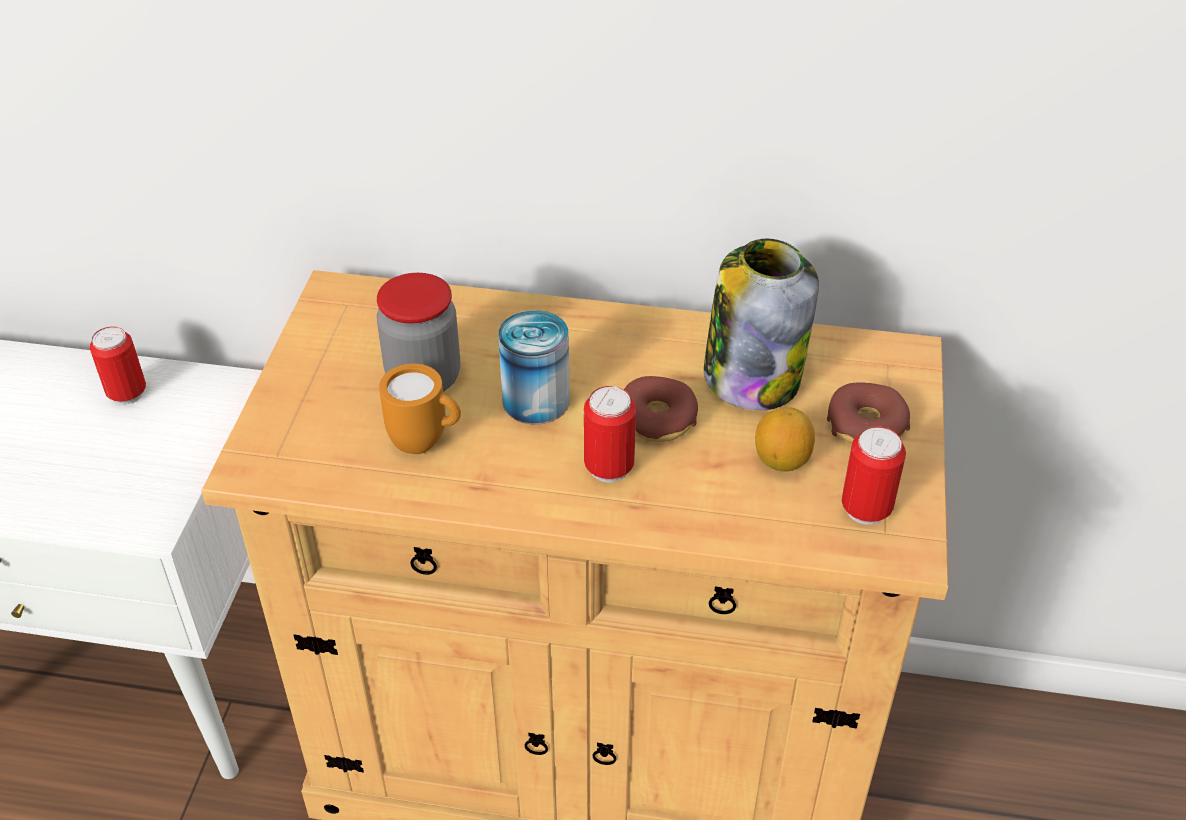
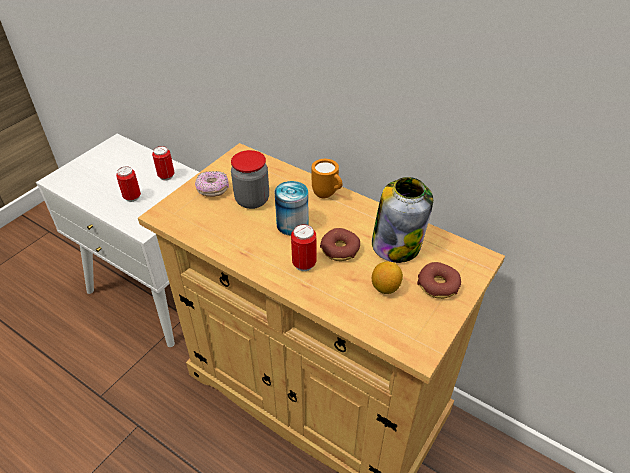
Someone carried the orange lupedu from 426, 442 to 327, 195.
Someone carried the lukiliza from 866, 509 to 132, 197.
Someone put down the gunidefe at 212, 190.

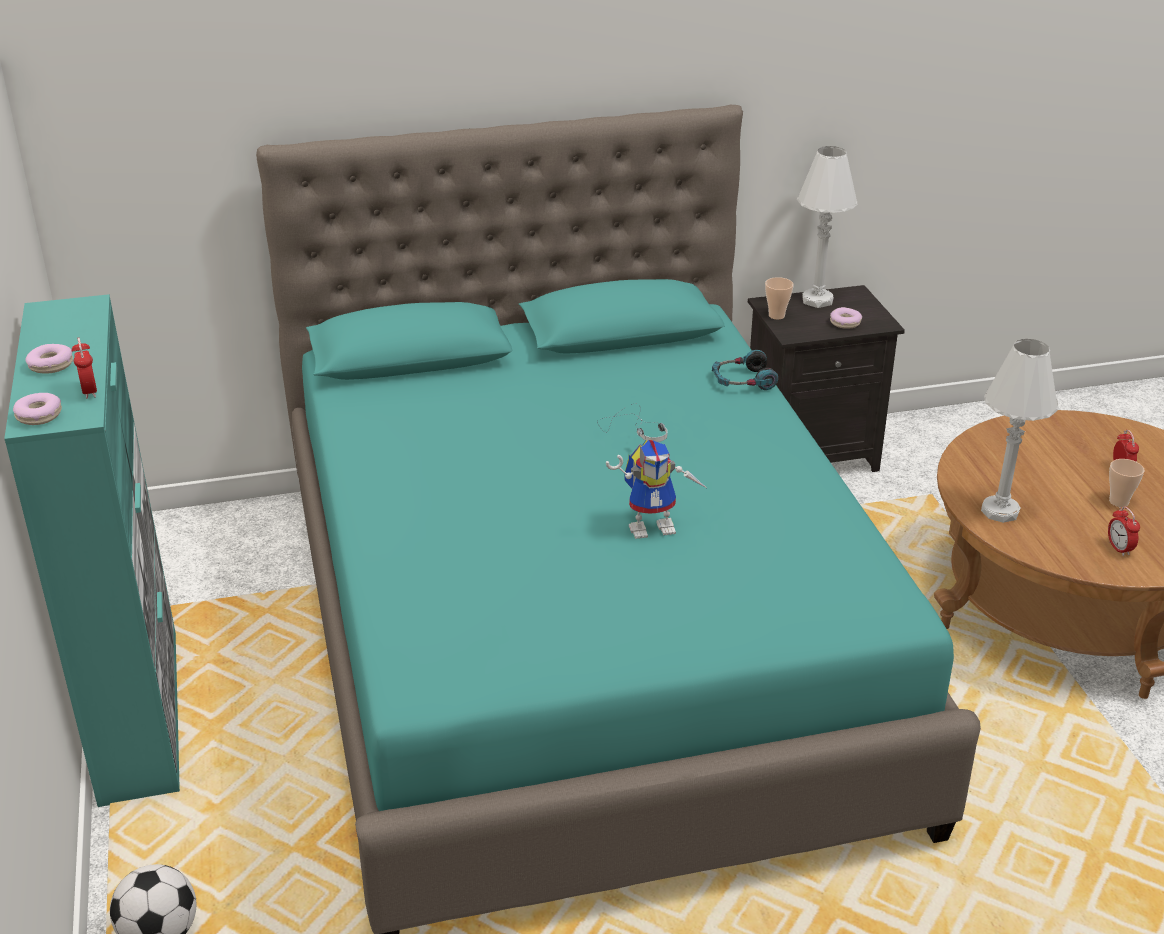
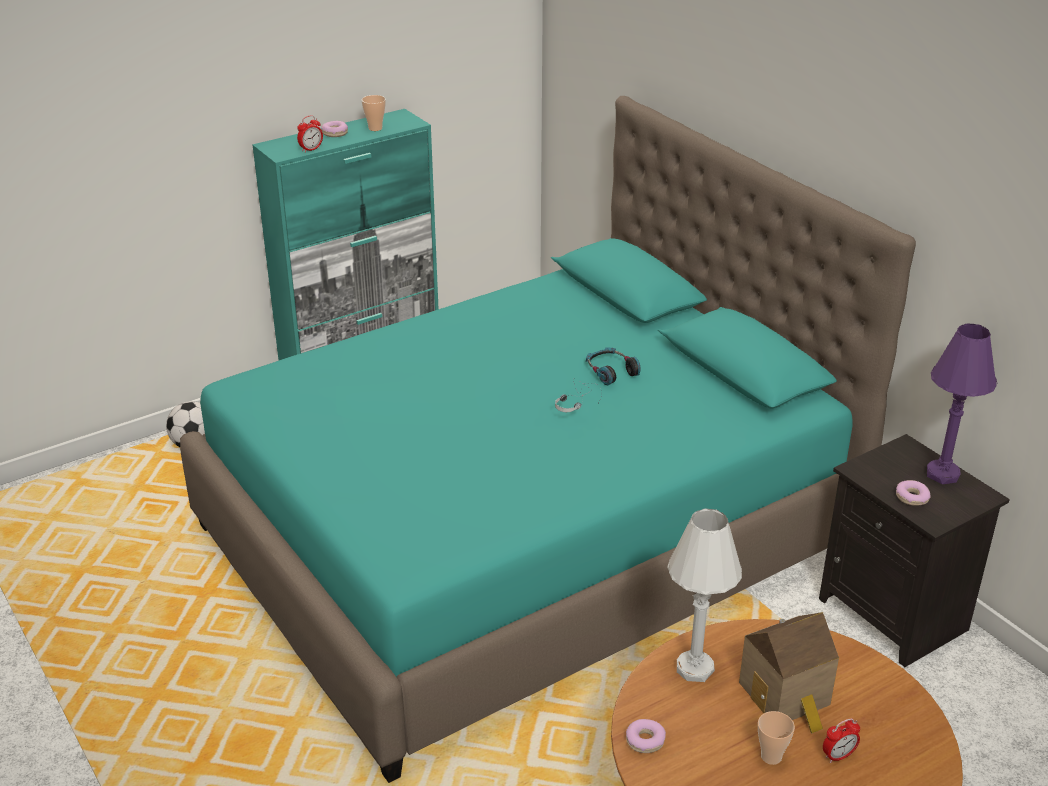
Someone carried the gunidefe from 39, 415 to 645, 740.
Someone took away the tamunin at 654, 525.
Someone carried the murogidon from 743, 381 to 611, 371.
Someone carried the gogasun from 776, 316 to 375, 128.
Someone repainted the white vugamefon at 817, 300, which became the purple vugamefon at 942, 474.
Someone took away the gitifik at 1119, 549.
Someone put down the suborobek at 787, 696.

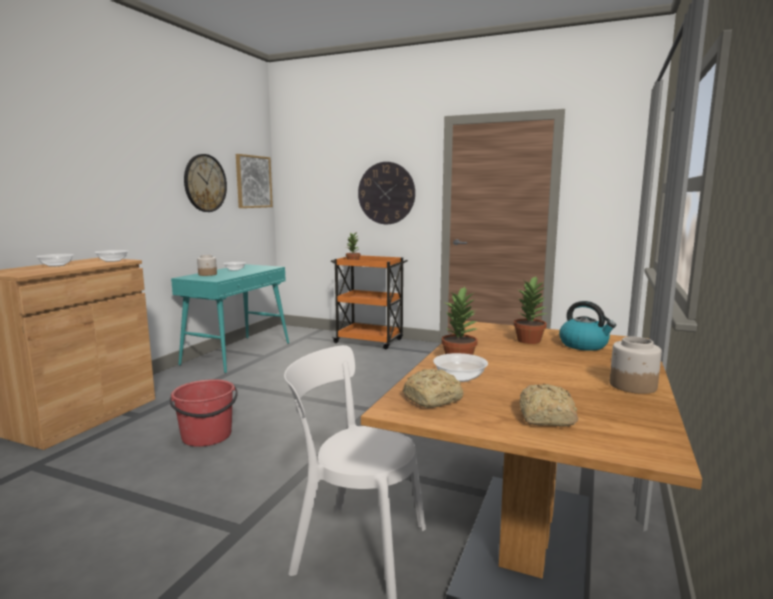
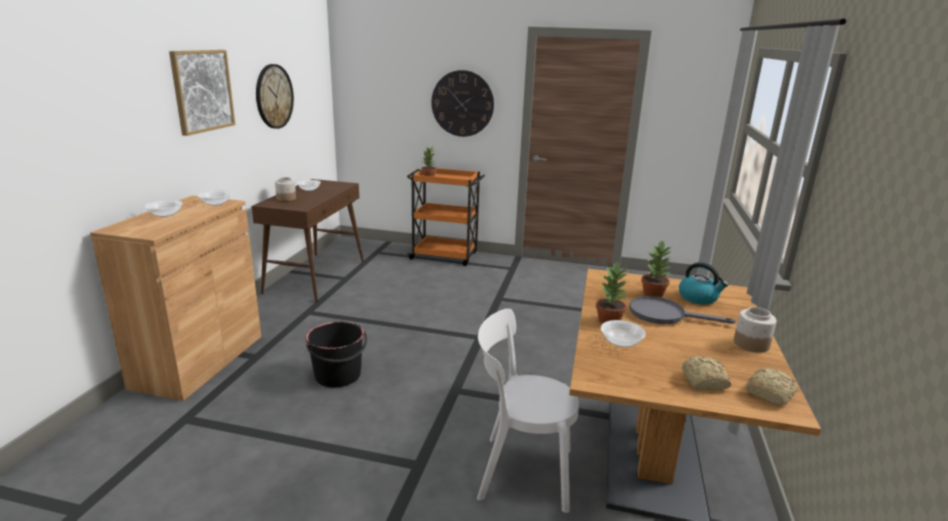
Someone repainted the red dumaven at 207, 436, which became the black dumaven at 338, 375.
Someone repainted the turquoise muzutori at 237, 353, which became the brown muzutori at 316, 276.
Someone carried the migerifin from 253, 181 to 202, 91.
Someone carried the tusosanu from 434, 399 to 771, 393.
Someone put down the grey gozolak at 665, 315.

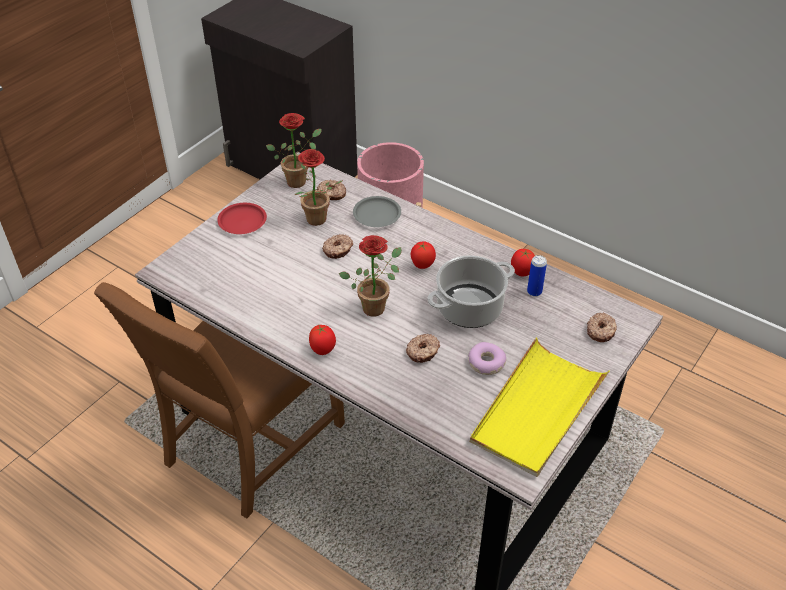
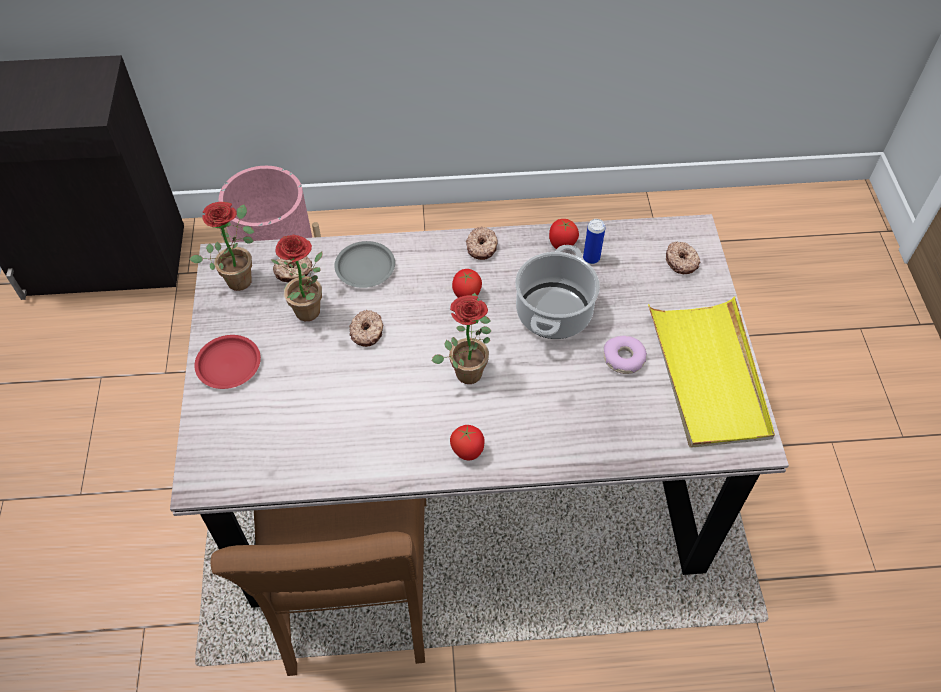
Someone carried the gunidefe from 423, 352 to 482, 247.

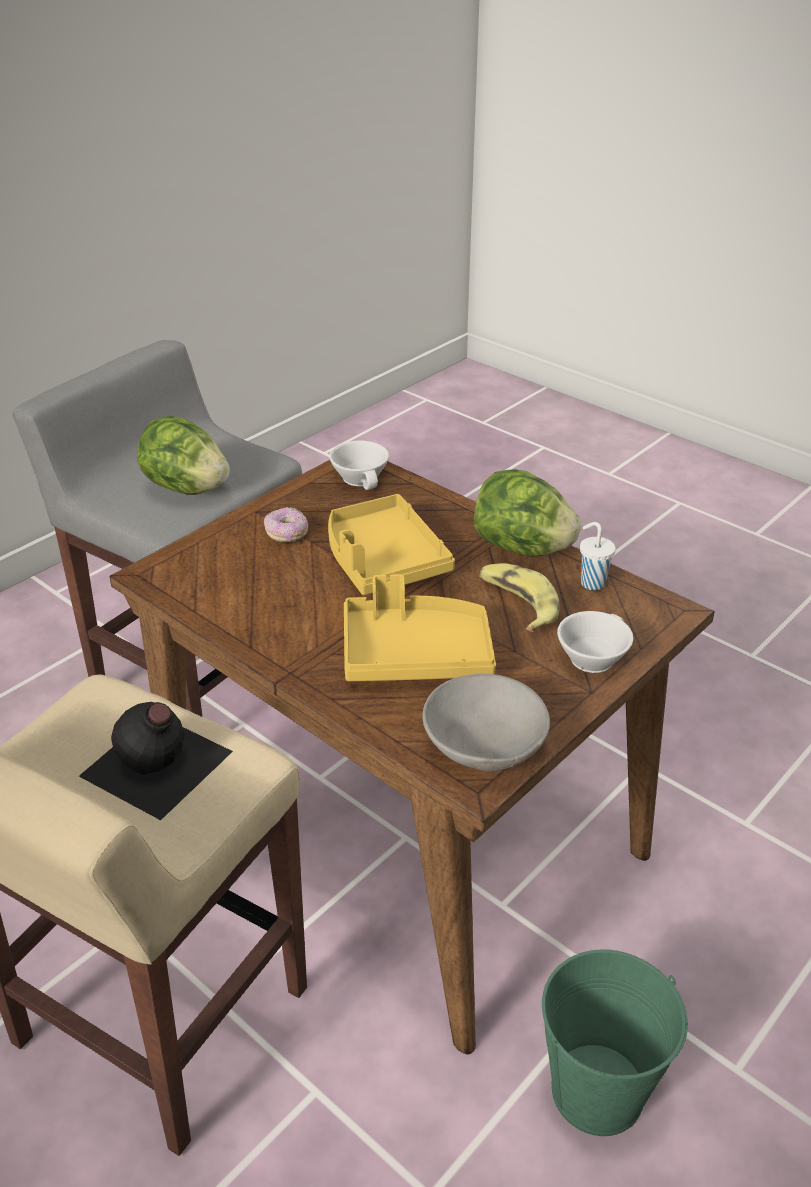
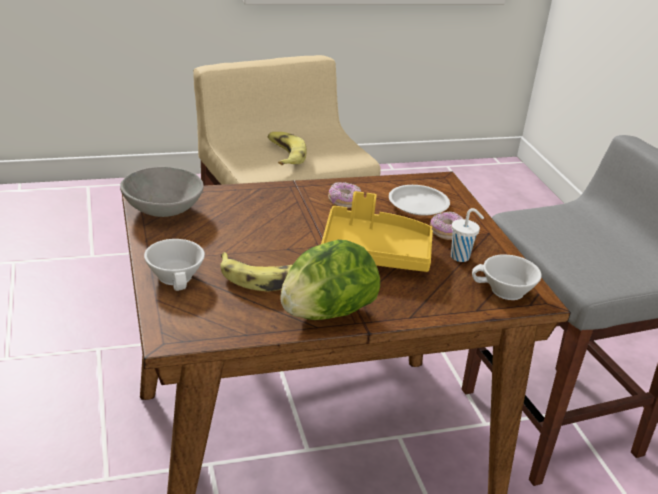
Someone swapped the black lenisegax at 156, 765 for the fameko at 284, 155.
Someone took away the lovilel at 186, 488.
Someone took away the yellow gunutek at 415, 654.
Someone took away the green dumaven at 596, 1090.
Someone carried the white gogasun from 591, 583 to 461, 257.
Someone put down the gunidefe at 344, 202.
Someone put down the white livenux at 418, 204.

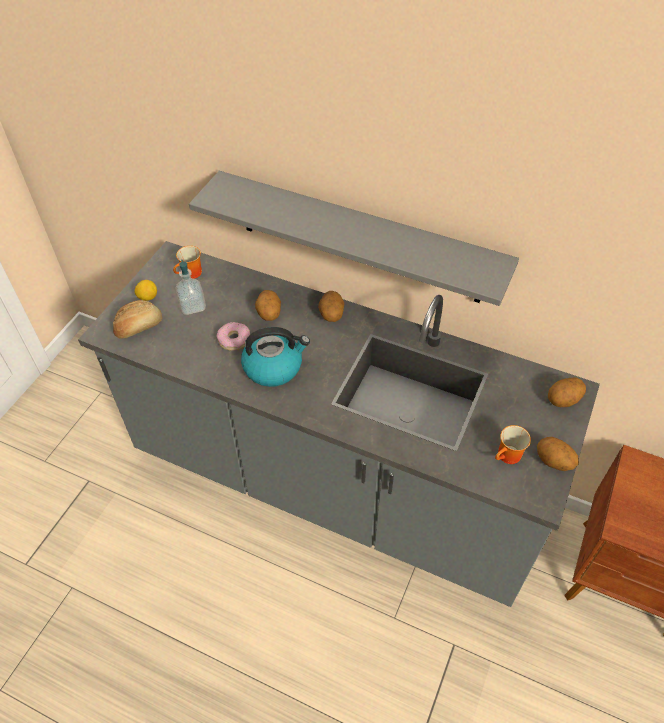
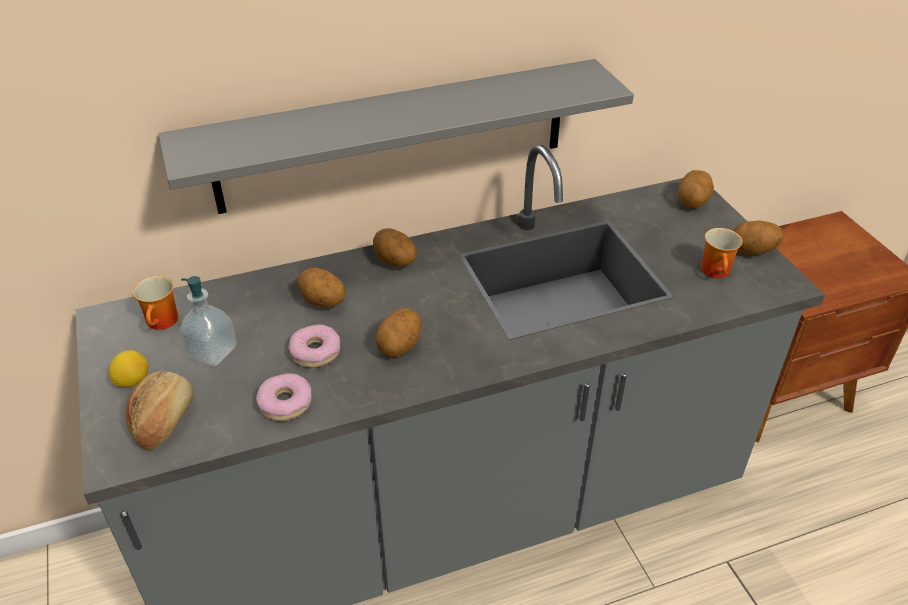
Someone swapped the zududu at 274, 367 for the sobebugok at 400, 347.
Someone put down the gunidefe at 285, 403.

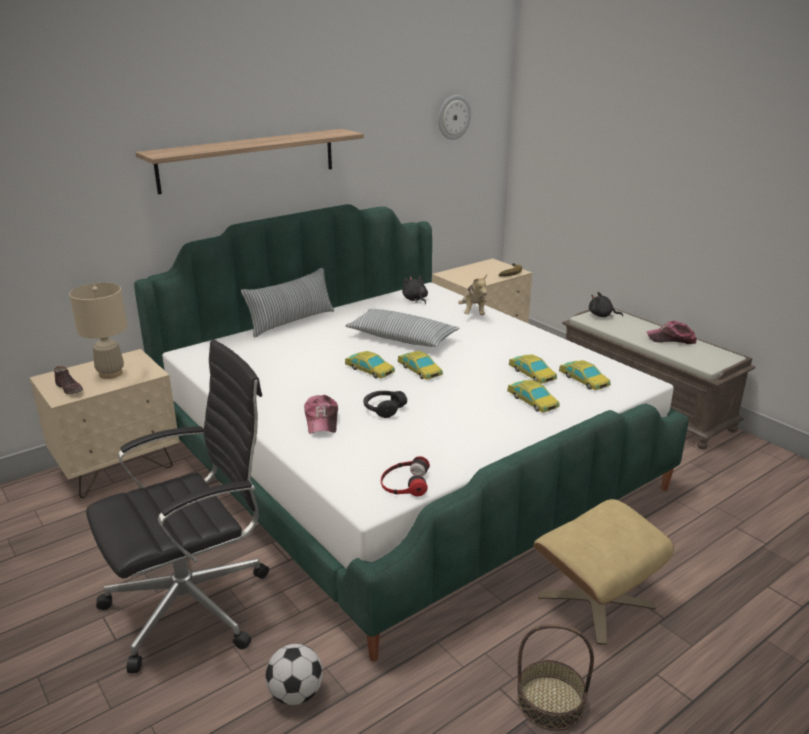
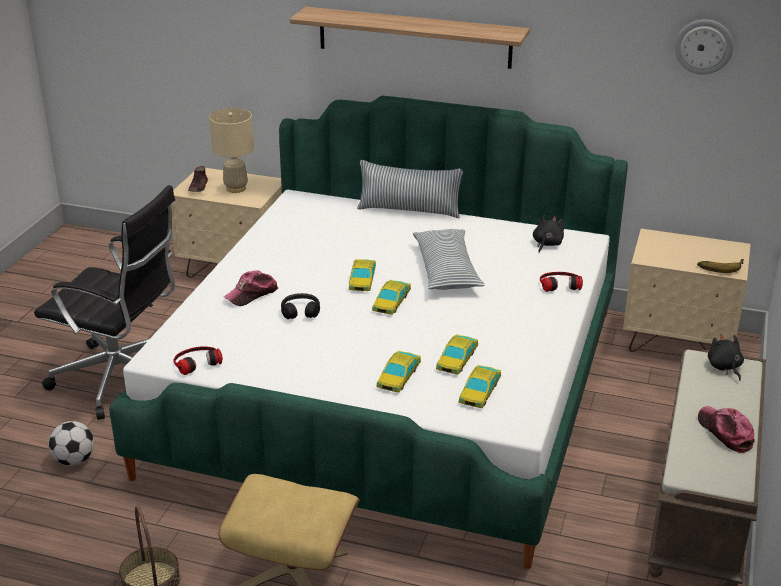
Someone swapped the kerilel at 473, 313 for the murogidon at 559, 284.

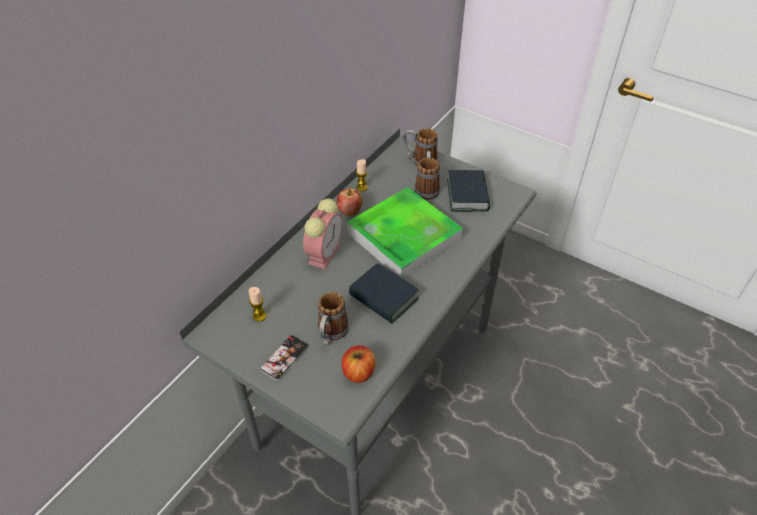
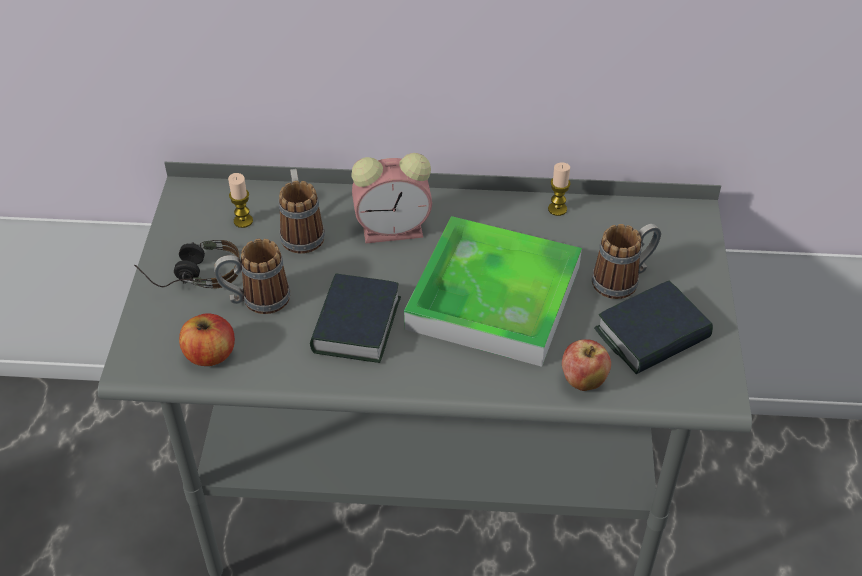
Someone swapped the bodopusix at 284, 358 for the murogidon at 192, 274.
Someone carried the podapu from 349, 212 to 583, 381.
Someone carried the lupedu from 419, 160 to 301, 232.

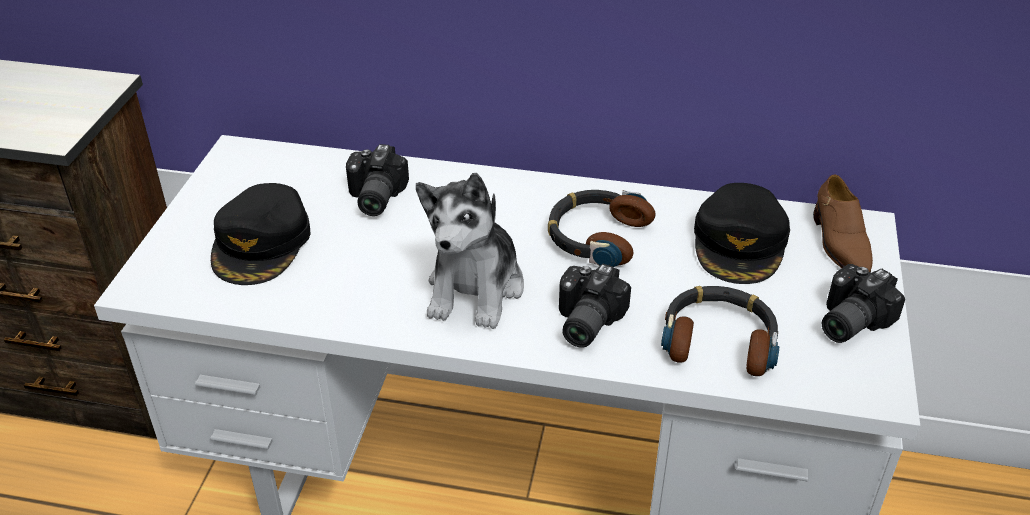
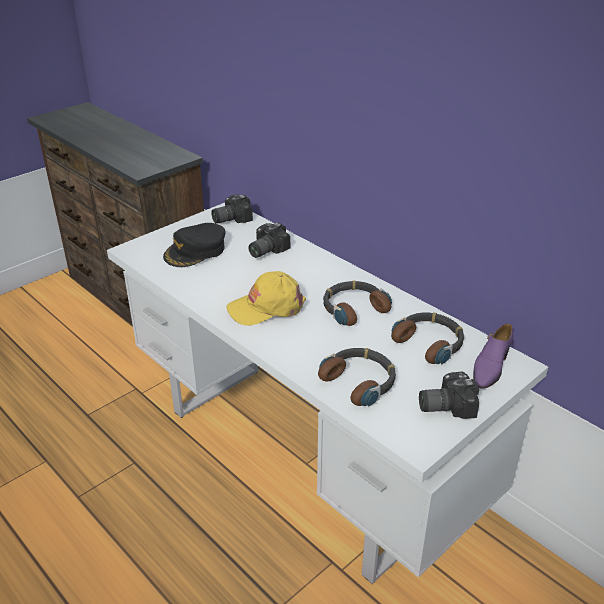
Someone swapped the kerilel at 476, 288 for the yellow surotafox at 266, 307.
Someone carried the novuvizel from 583, 322 to 230, 219.
Someone swapped the black surotafox at 740, 243 for the murogidon at 429, 343.
Someone repainted the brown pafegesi at 839, 243, which became the purple pafegesi at 490, 367.

